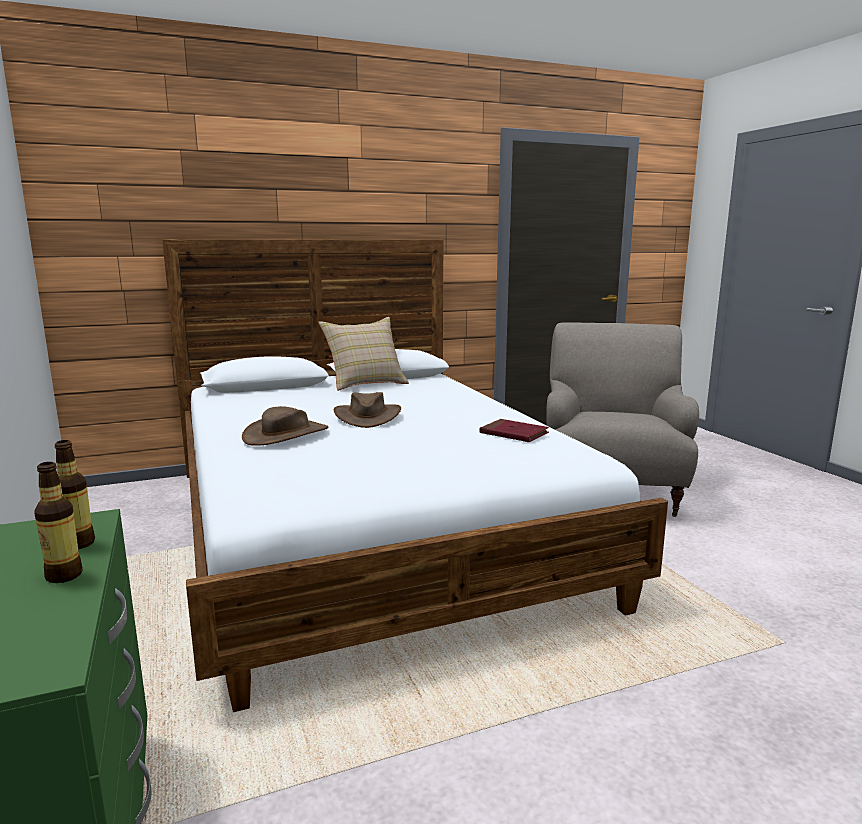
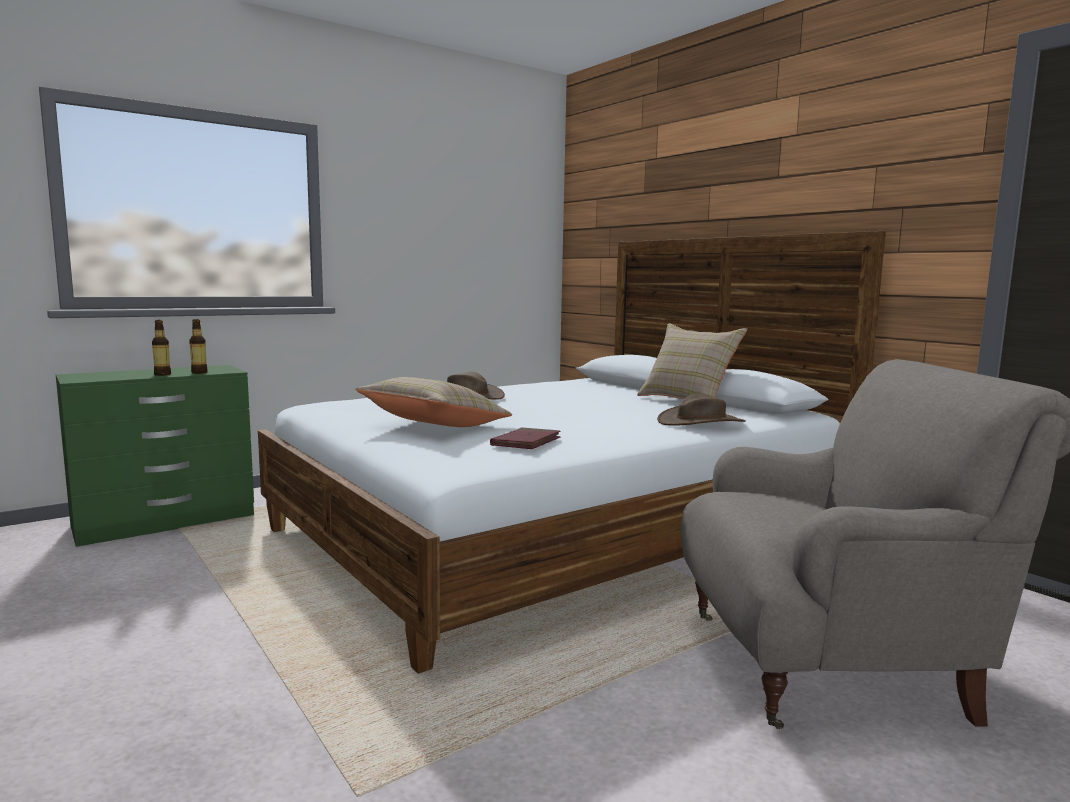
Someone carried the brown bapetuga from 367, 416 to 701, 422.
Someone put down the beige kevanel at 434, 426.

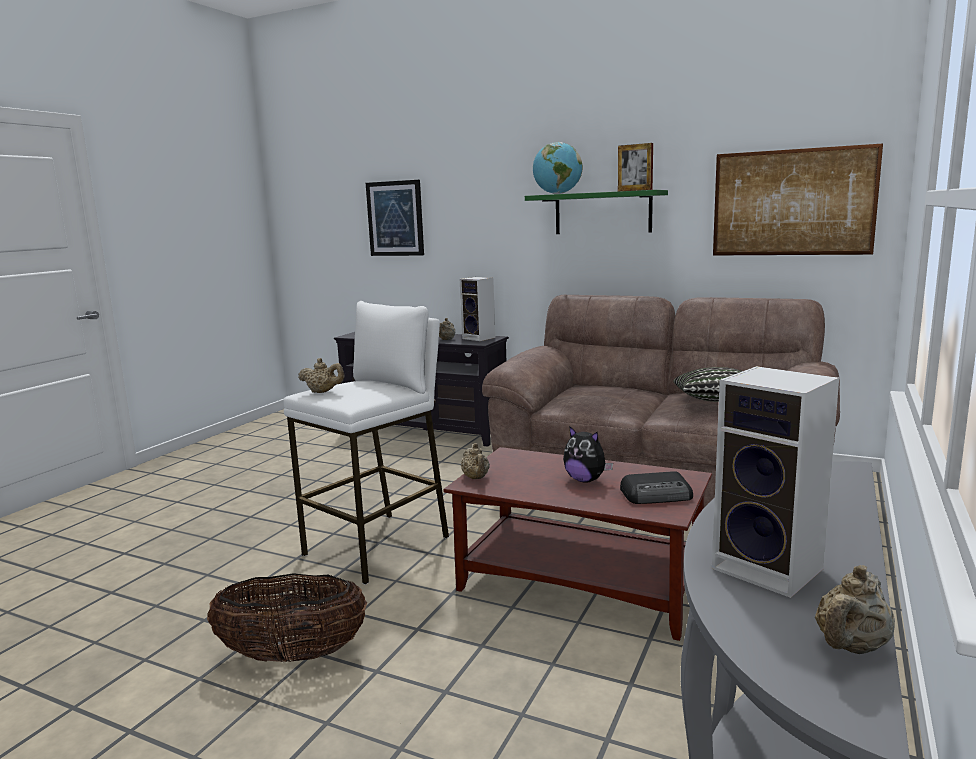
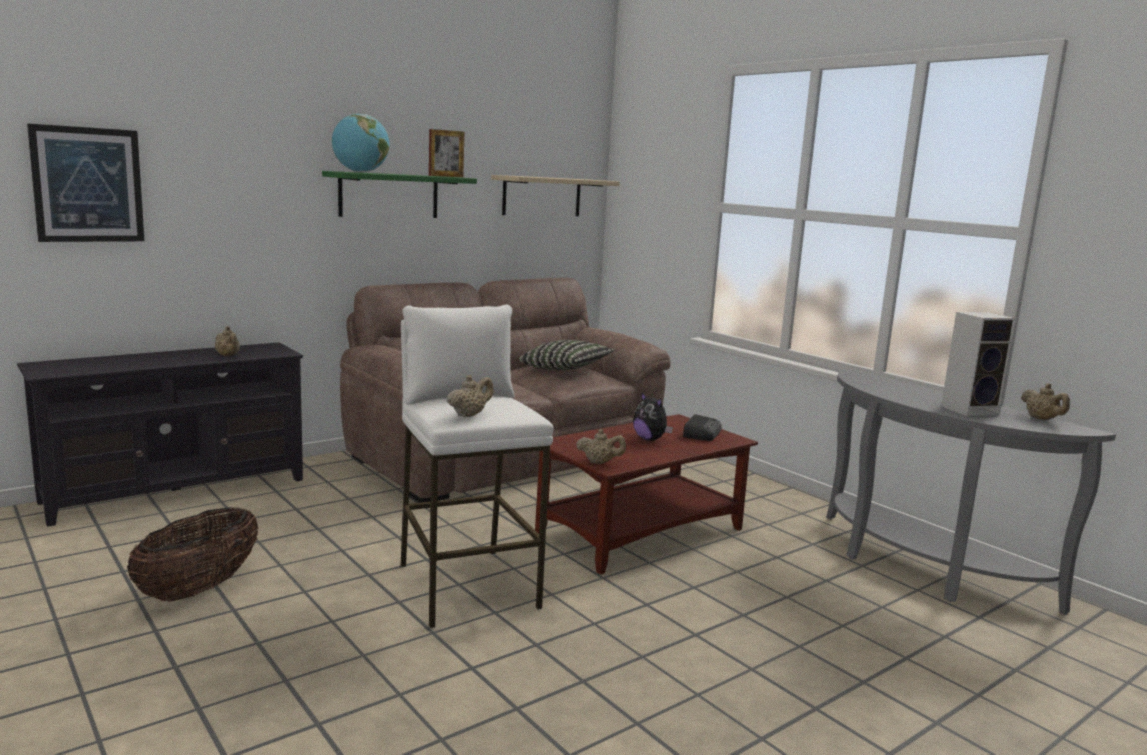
Someone carried the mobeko from 293, 655 to 199, 589.
Someone took away the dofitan at 480, 338.
Someone rotated the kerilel at 585, 480 by 75 degrees clockwise.
Someone swapped the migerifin at 792, 202 for the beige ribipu at 542, 196.

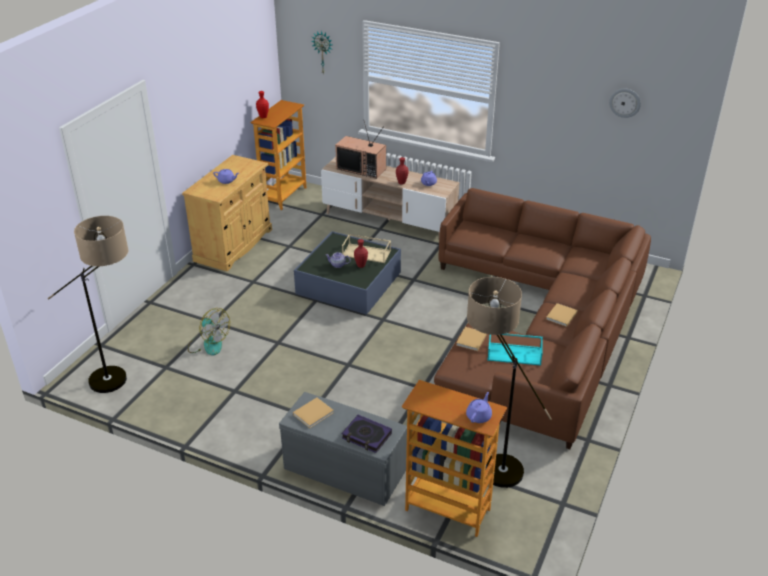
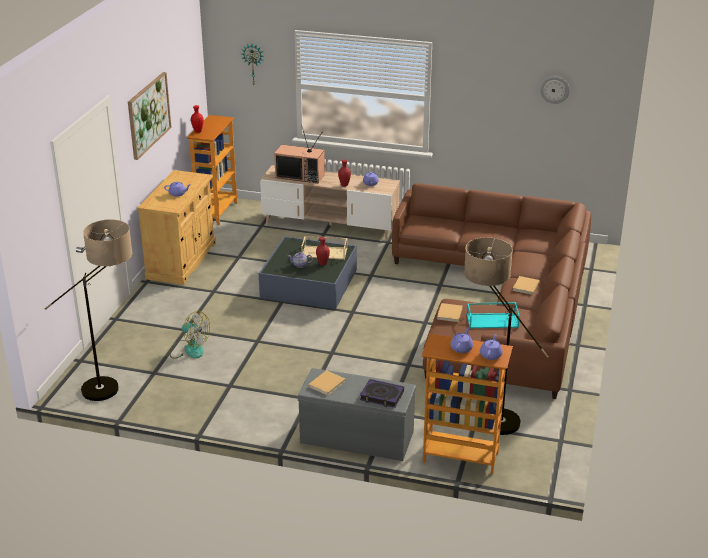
Someone put up the migerifin at 148, 115.
Someone put down the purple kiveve at 461, 348.

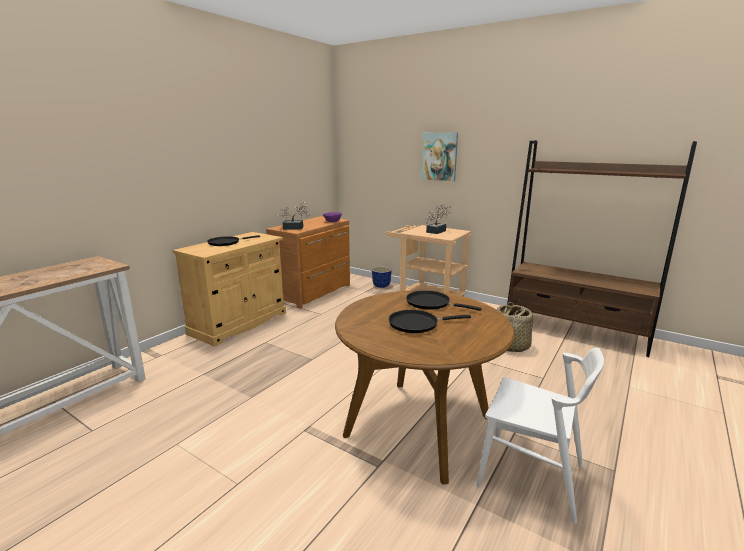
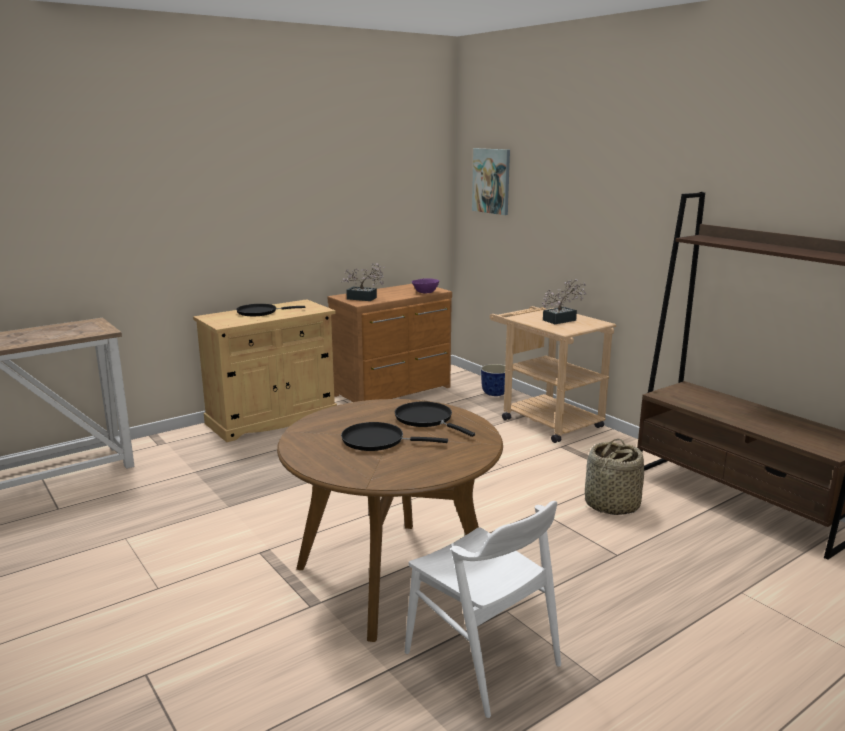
Someone carried the migerifin from 439, 156 to 492, 181.

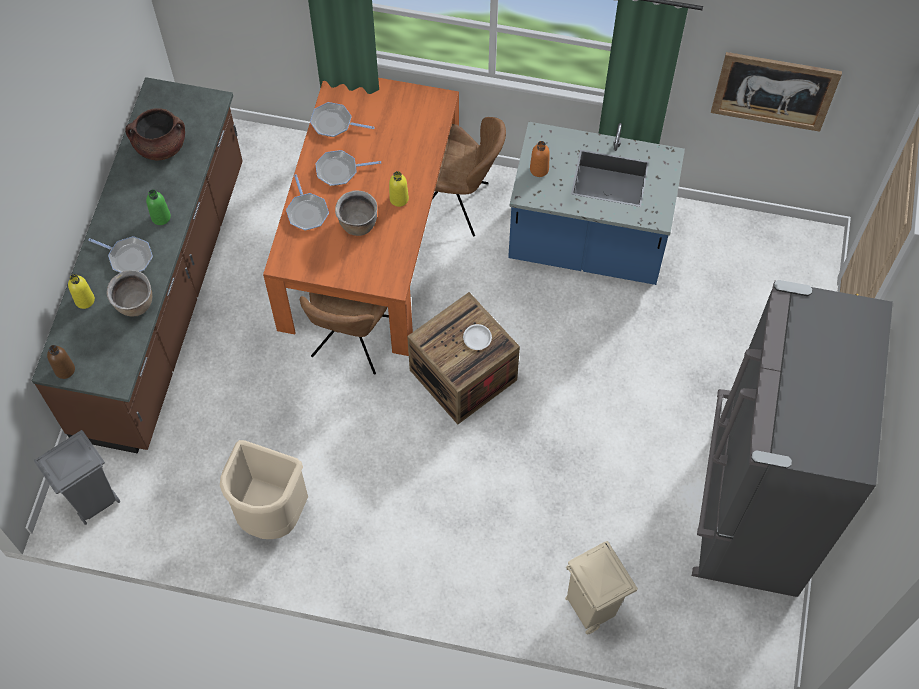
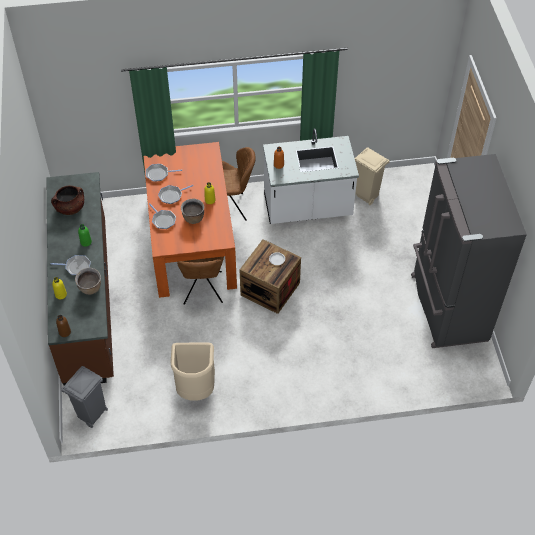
Someone repainted the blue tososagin at 587, 244, which became the white tososagin at 307, 207.
Someone carried the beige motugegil from 590, 608 to 366, 196.
Someone took away the migerifin at 774, 91.

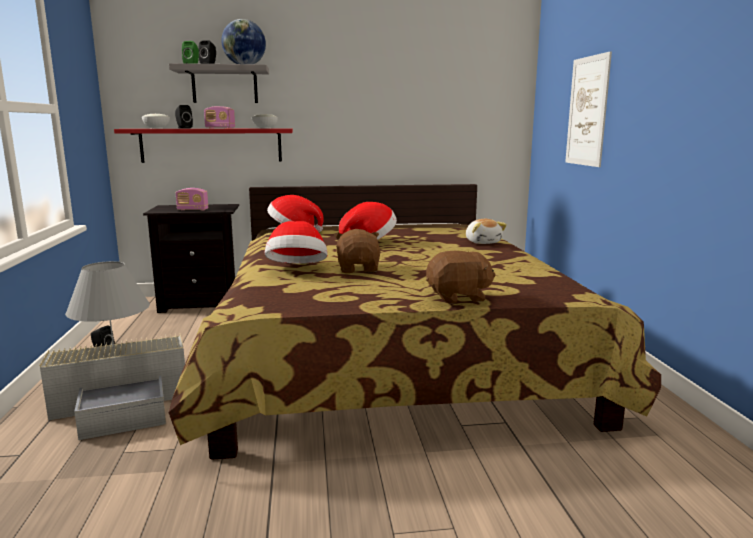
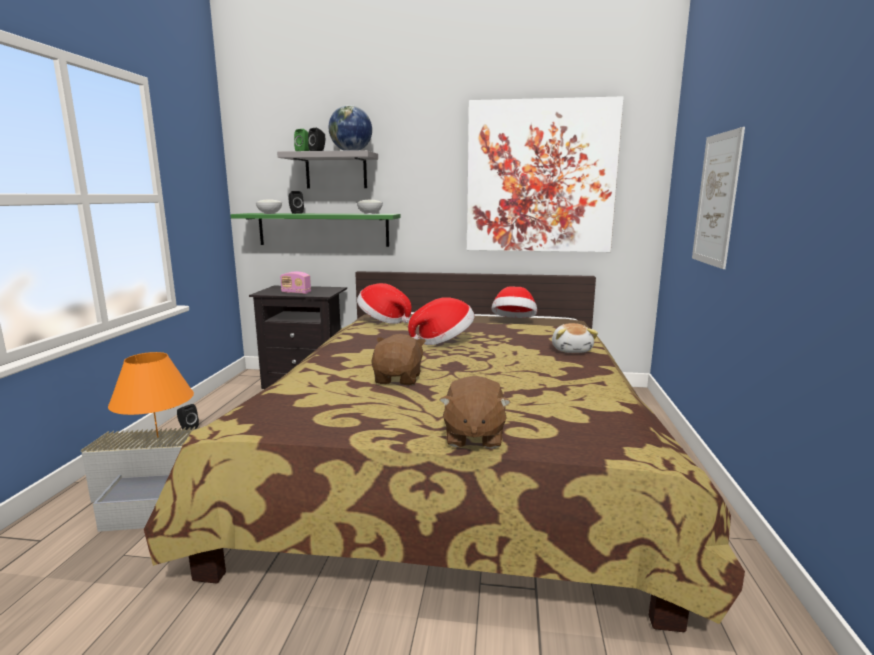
Someone repainted the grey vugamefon at 113, 347, which became the orange vugamefon at 158, 437.
Someone repainted the red ribipu at 211, 145, which became the green ribipu at 323, 229.
Someone took away the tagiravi at 220, 128.
Someone carried the bapetuga from 297, 269 to 514, 322.
Someone rotated the brown kerilel at 458, 297 by 90 degrees clockwise.
Someone put up the migerifin at 540, 177.

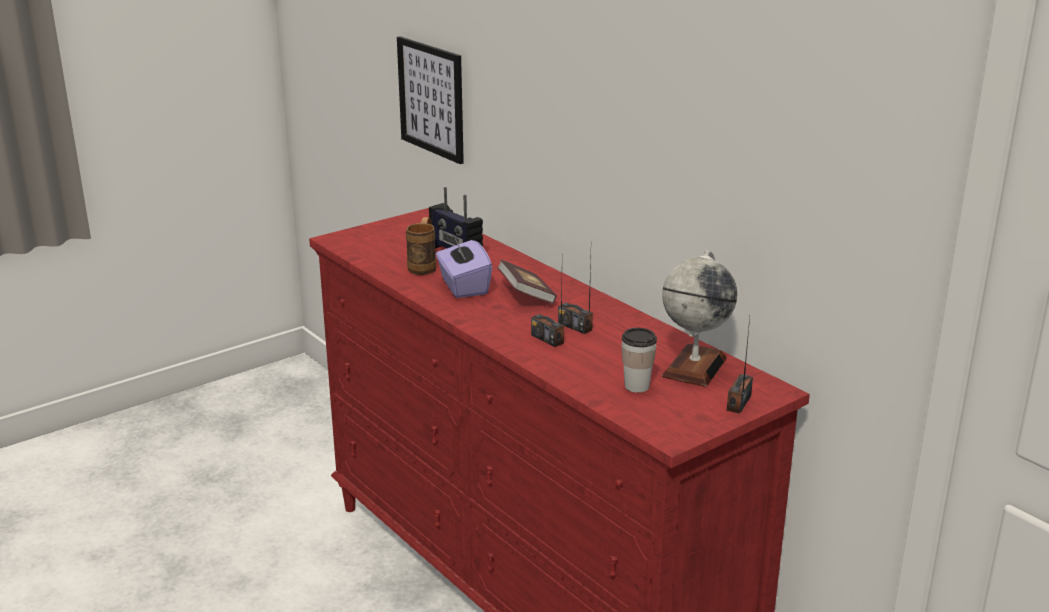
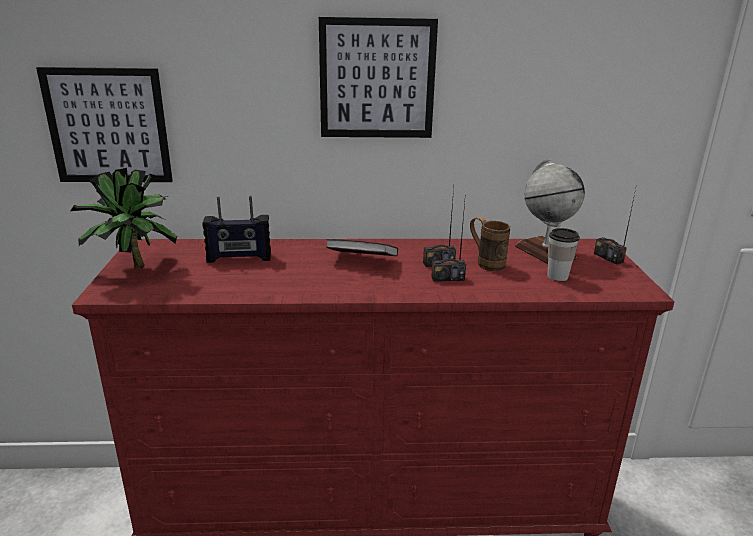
Someone carried the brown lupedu from 424, 266 to 485, 263.
Someone took away the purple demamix at 463, 286.
Someone put down the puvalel at 134, 270.
Someone put up the migerifin at 377, 79.

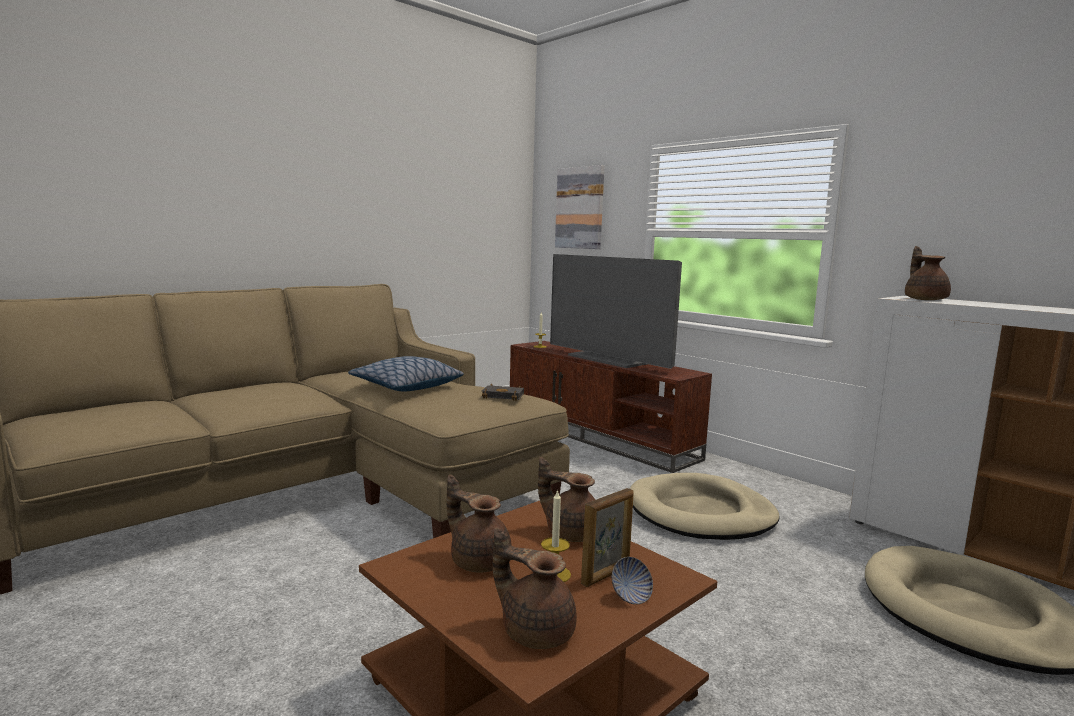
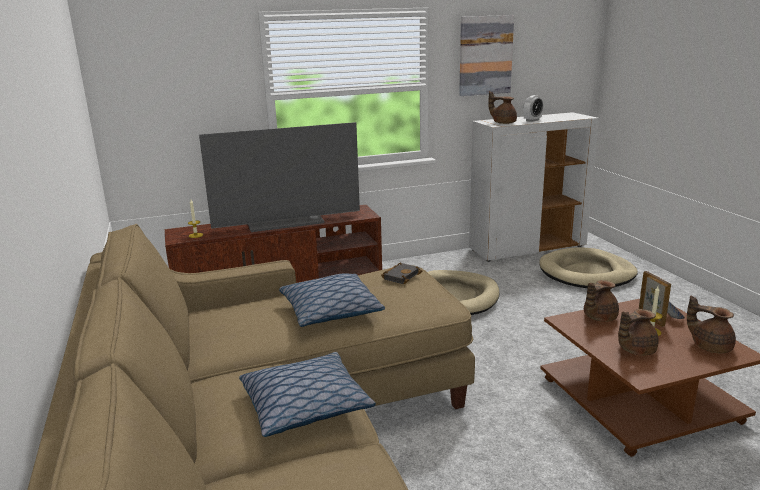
Someone rotated the brown kiveve at 535, 630 by 75 degrees clockwise.
Someone carried the migerifin from 580, 208 to 485, 55.
Someone put down the kevanel at 305, 405.
Someone put down the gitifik at 532, 120.

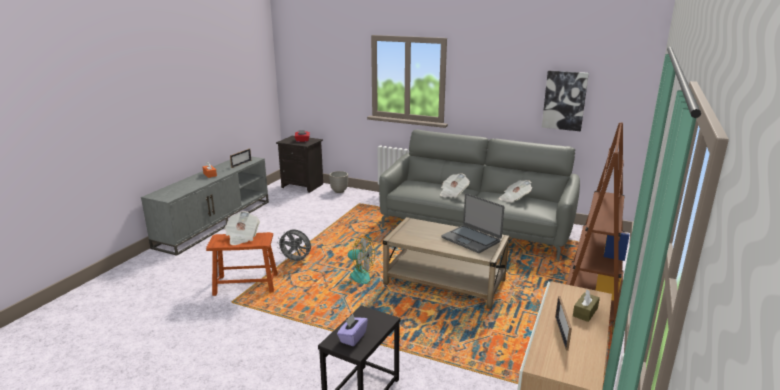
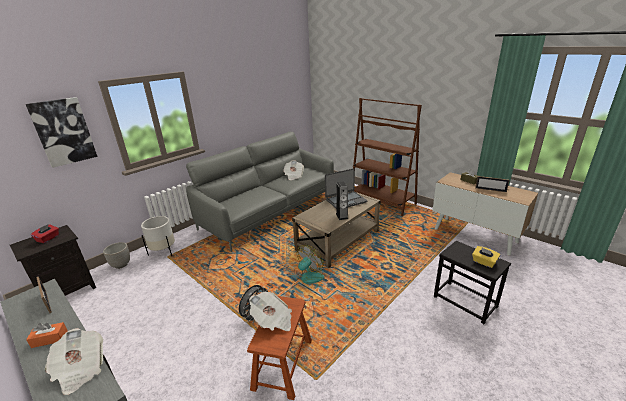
Someone repainted the purple demamix at 352, 337, which became the yellow demamix at 484, 262.
Someone carried the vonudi from 453, 193 to 80, 369.
Someone carried the migerifin from 564, 100 to 63, 132.
Someone put down the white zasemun at 163, 251.
Someone put down the dofitan at 342, 216.

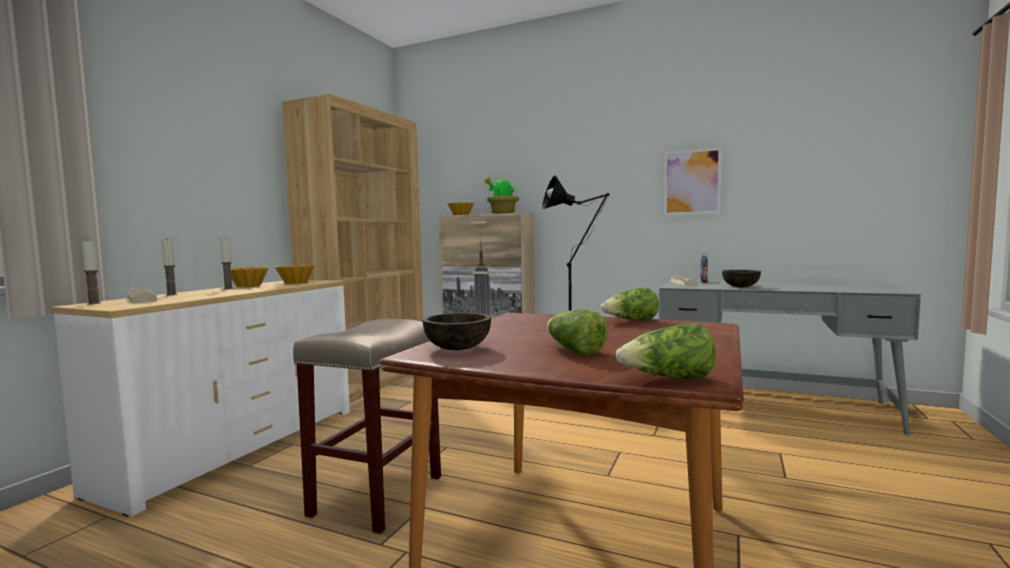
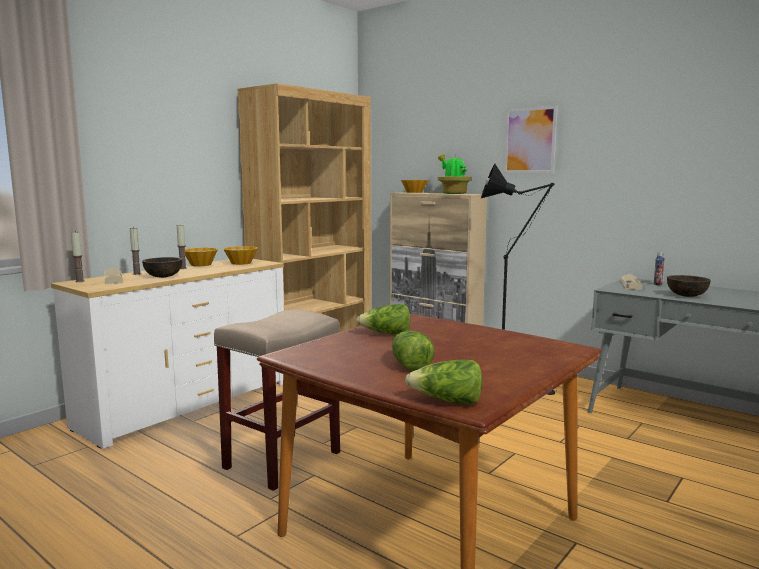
Someone carried the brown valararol from 458, 348 to 163, 277.
Someone carried the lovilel from 631, 321 to 386, 334.
Someone carried the migerifin from 692, 182 to 530, 140.

